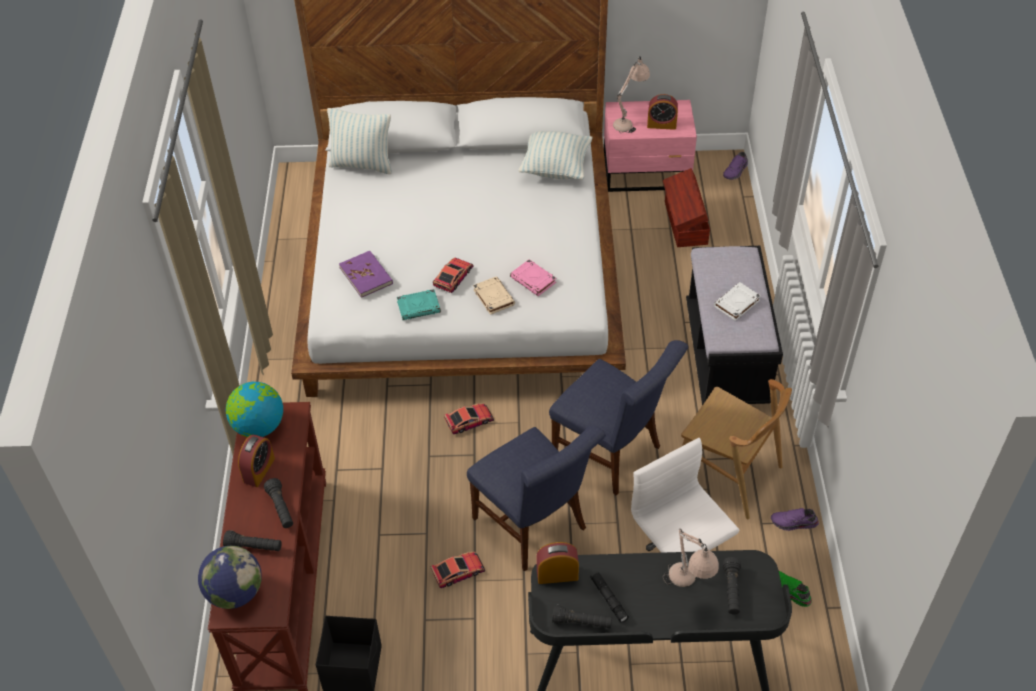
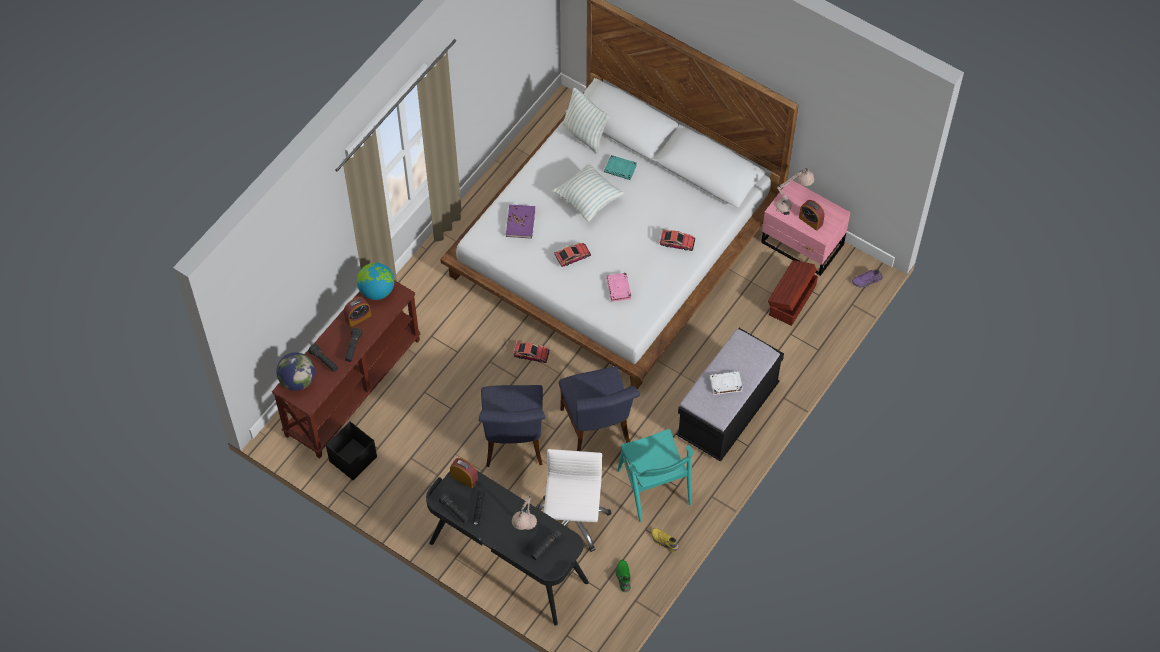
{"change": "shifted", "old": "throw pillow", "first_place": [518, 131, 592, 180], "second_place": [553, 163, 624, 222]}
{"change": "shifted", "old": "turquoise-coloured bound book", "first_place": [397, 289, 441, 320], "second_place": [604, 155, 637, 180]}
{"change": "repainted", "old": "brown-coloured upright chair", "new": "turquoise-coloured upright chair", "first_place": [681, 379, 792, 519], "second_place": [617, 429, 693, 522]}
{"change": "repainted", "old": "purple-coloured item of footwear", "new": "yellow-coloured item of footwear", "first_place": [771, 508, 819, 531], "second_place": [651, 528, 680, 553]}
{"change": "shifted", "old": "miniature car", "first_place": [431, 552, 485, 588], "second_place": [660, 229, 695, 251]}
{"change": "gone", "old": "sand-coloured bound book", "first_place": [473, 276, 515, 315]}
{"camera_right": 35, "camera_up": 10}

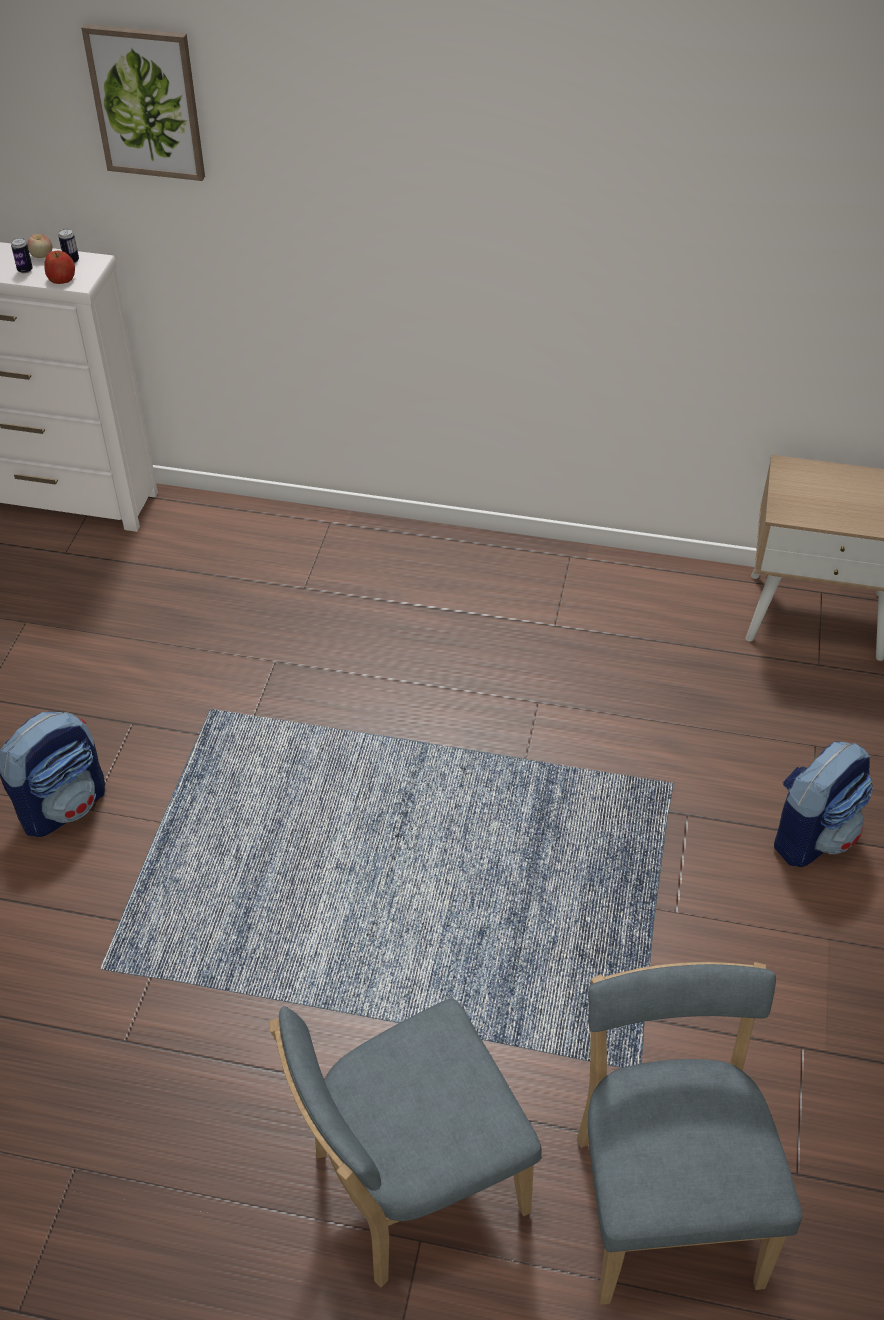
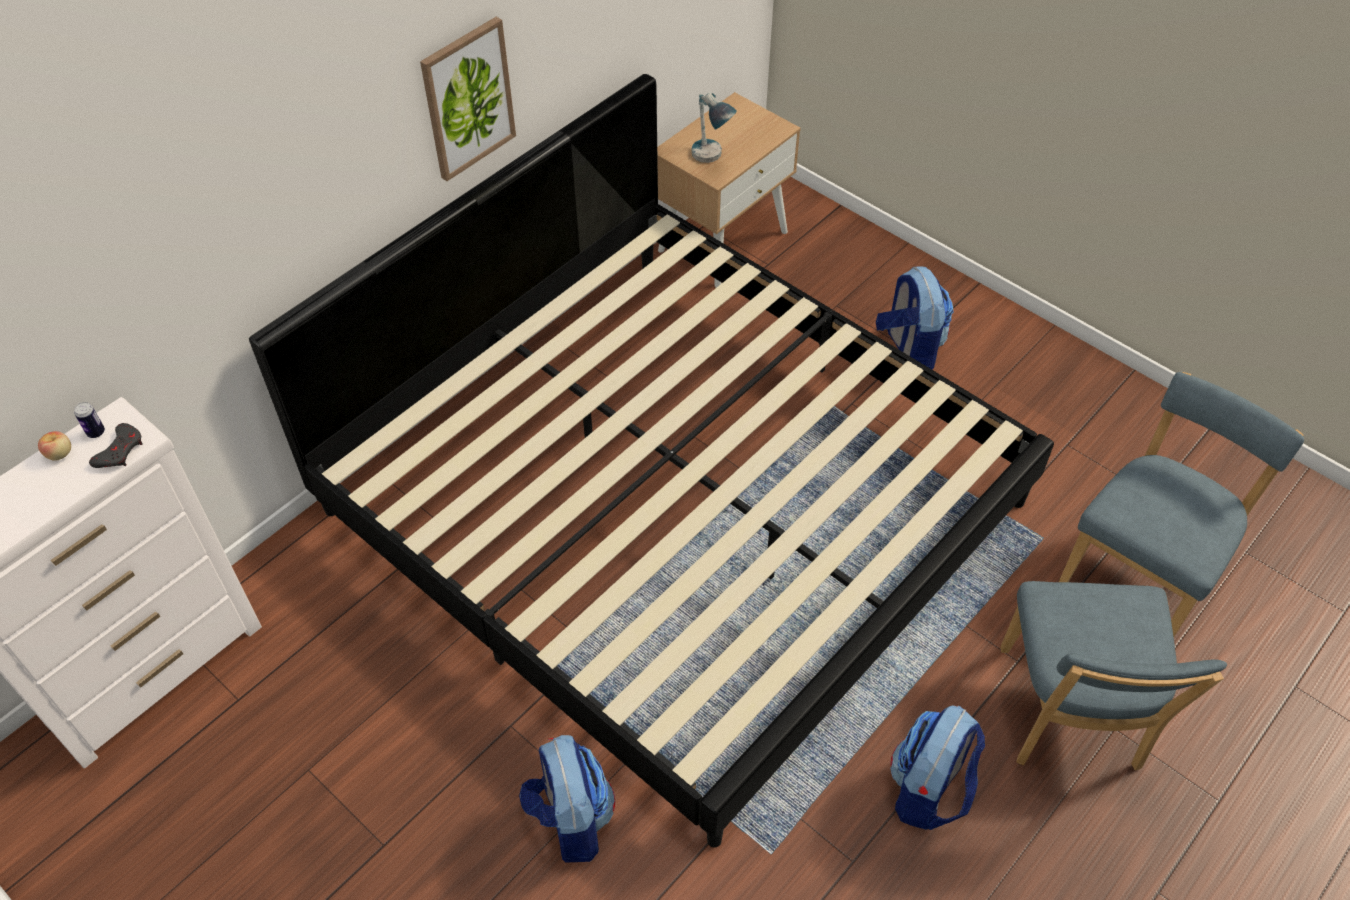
{"change": "swapped", "old": "apple", "new": "gray game controller", "first_place": [44, 251, 75, 284], "second_place": [89, 423, 143, 468]}
{"change": "new", "new": "sleeping bed", "second_place": [249, 74, 1054, 847]}
{"change": "shifted", "old": "wall picture", "first_place": [81, 24, 205, 181], "second_place": [420, 17, 516, 181]}
{"change": "new", "new": "tabletop lamp", "second_place": [691, 93, 737, 163]}
{"change": "new", "new": "knapsack", "second_place": [890, 706, 985, 830]}
{"change": "rotated", "old": "bluish upright chair", "first_place": [577, 962, 802, 1305], "second_place": [1059, 372, 1304, 636], "degrees": 105}
{"change": "gone", "old": "metal can", "first_place": [11, 238, 33, 273]}
{"camera_right": -60, "camera_up": 5}

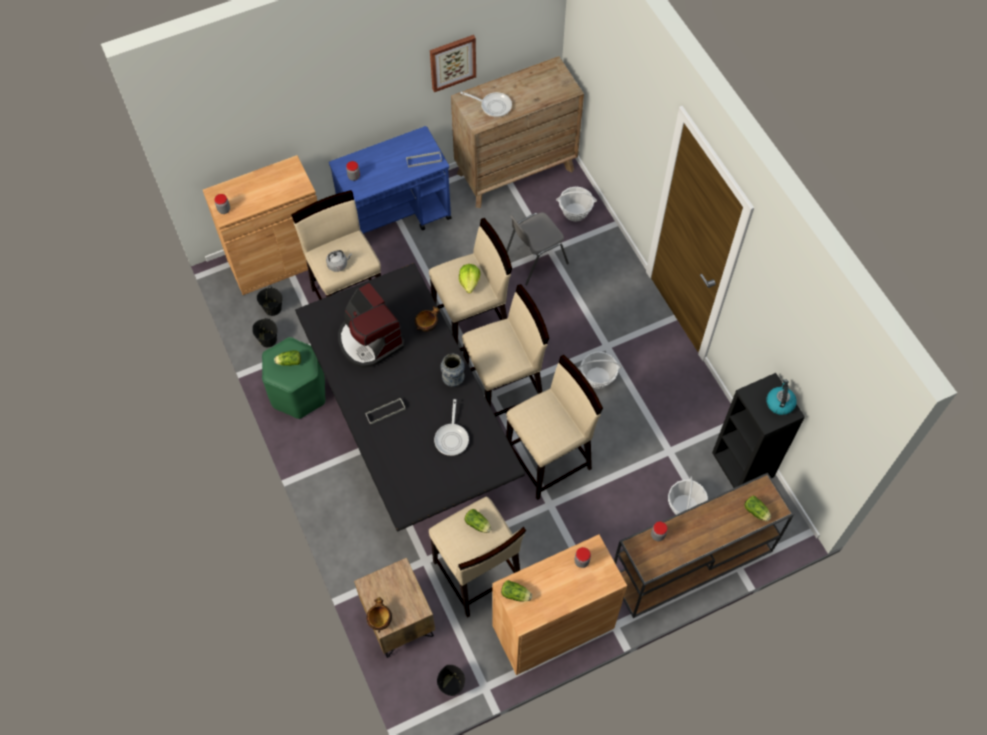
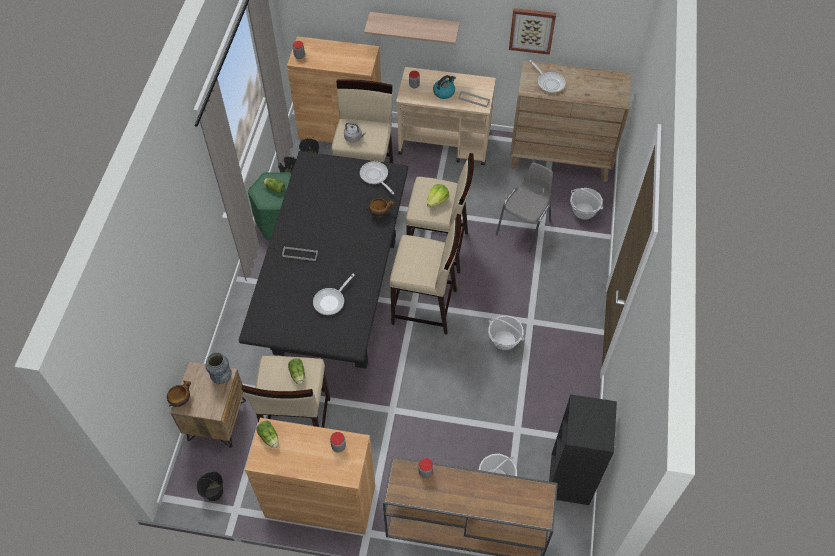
{"change": "shifted", "old": "vase", "first_place": [441, 354, 465, 387], "second_place": [205, 352, 232, 384]}
{"change": "new", "new": "frying pan", "second_place": [360, 161, 394, 194]}
{"change": "new", "new": "bracket shelf", "second_place": [364, 12, 460, 44]}
{"change": "repainted", "old": "bluish trolley", "new": "sand-coloured trolley", "first_place": [329, 126, 452, 234], "second_place": [396, 67, 496, 165]}
{"change": "shifted", "old": "tea kettle", "first_place": [766, 379, 797, 415], "second_place": [433, 75, 456, 99]}
{"change": "rotated", "old": "gray upright chair", "first_place": [506, 212, 569, 285], "second_place": [496, 162, 553, 252], "degrees": 120}
{"change": "gone", "old": "coffee maker", "first_place": [338, 283, 405, 368]}
{"change": "gone", "old": "sand-coloured sitting stool", "first_place": [506, 355, 603, 500]}
{"change": "gone", "old": "lettuce", "first_place": [744, 496, 771, 521]}
{"camera_right": 35, "camera_up": -5}

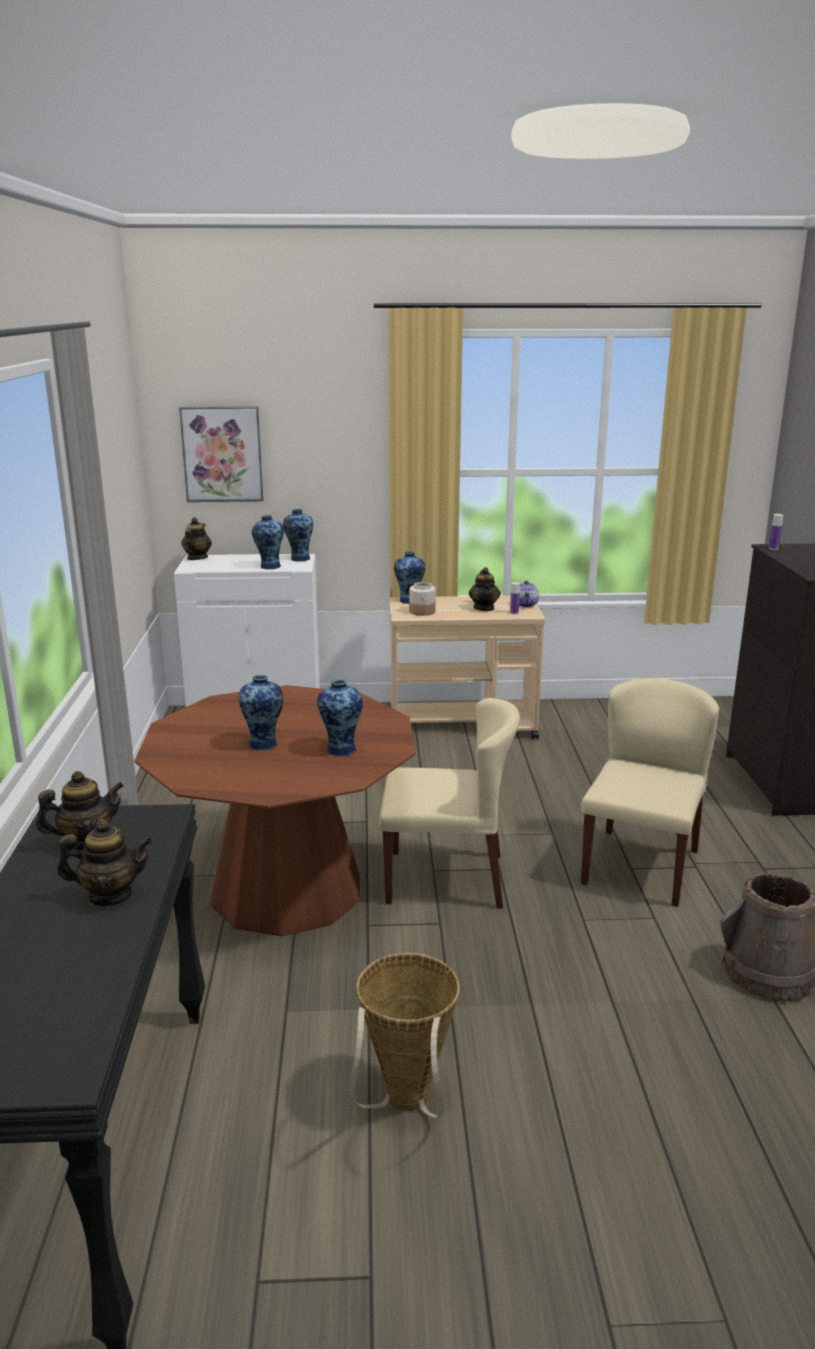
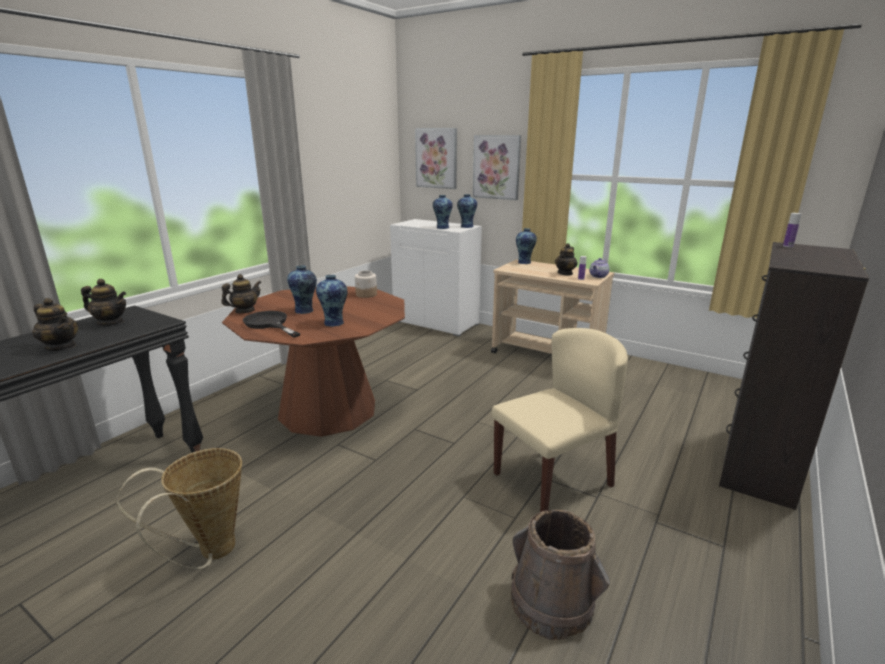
{"change": "shifted", "old": "pot for tea", "first_place": [181, 517, 212, 560], "second_place": [222, 274, 262, 313]}
{"change": "new", "new": "black frying pan", "second_place": [243, 311, 300, 338]}
{"change": "shifted", "old": "jar", "first_place": [409, 582, 436, 616], "second_place": [355, 271, 377, 298]}
{"change": "new", "new": "wall picture", "second_place": [473, 135, 521, 200]}
{"change": "gone", "old": "sand-coloured upright chair", "first_place": [379, 698, 520, 909]}
{"camera_right": 35, "camera_up": 0}

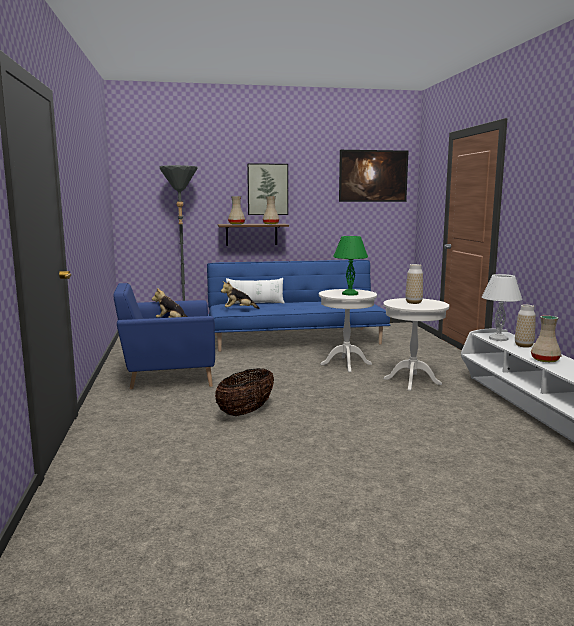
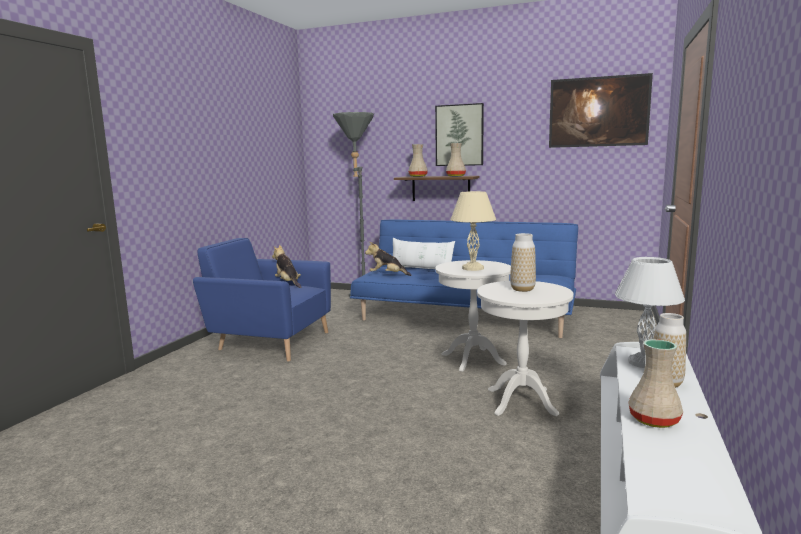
{"change": "repainted", "old": "green-coloured tabletop lamp", "new": "sand-coloured tabletop lamp", "first_place": [333, 236, 368, 296], "second_place": [450, 191, 496, 271]}
{"change": "gone", "old": "storage basket", "first_place": [215, 368, 274, 416]}
{"camera_right": 30, "camera_up": 0}

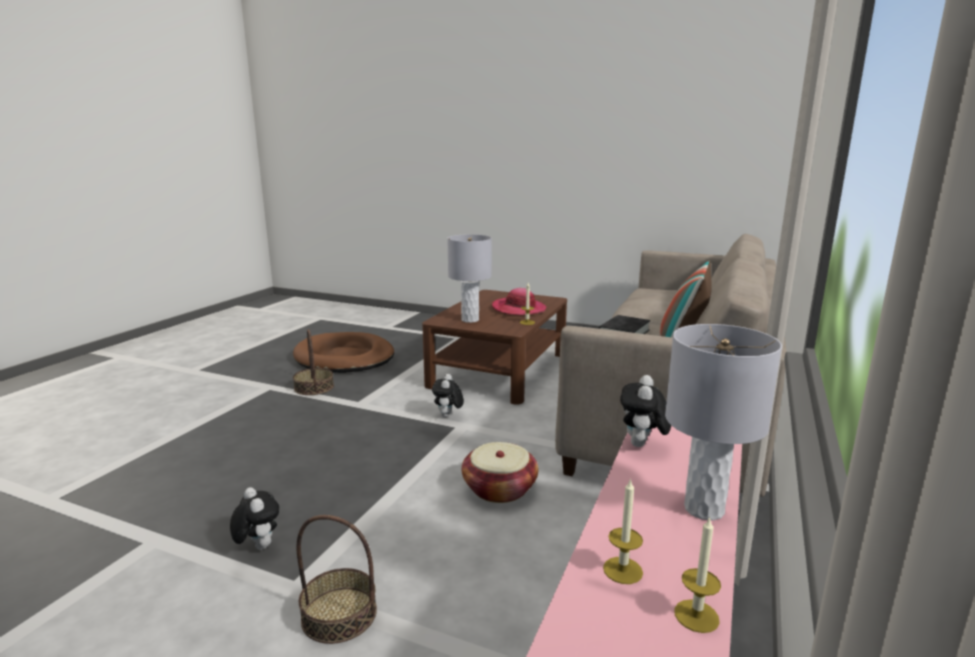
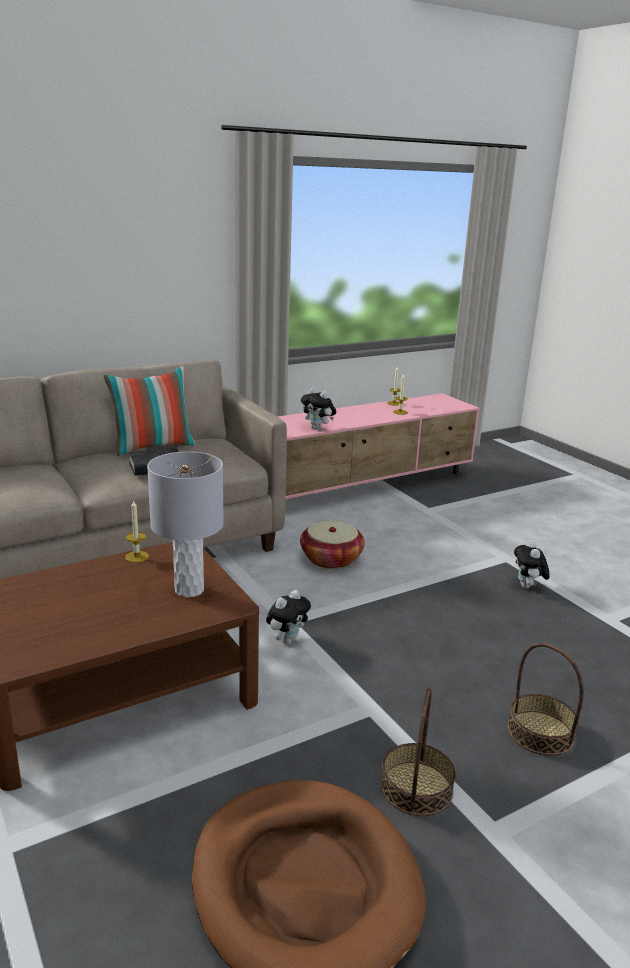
{"change": "rotated", "old": "plush toy", "first_place": [620, 375, 671, 447], "second_place": [301, 388, 336, 430], "degrees": 75}
{"change": "shifted", "old": "storage basket", "first_place": [296, 515, 377, 644], "second_place": [508, 643, 584, 756]}
{"change": "gone", "old": "wearable hat", "first_place": [492, 288, 546, 315]}
{"change": "gone", "old": "gray tabletop lamp", "first_place": [665, 324, 782, 521]}
{"camera_right": -145, "camera_up": 5}

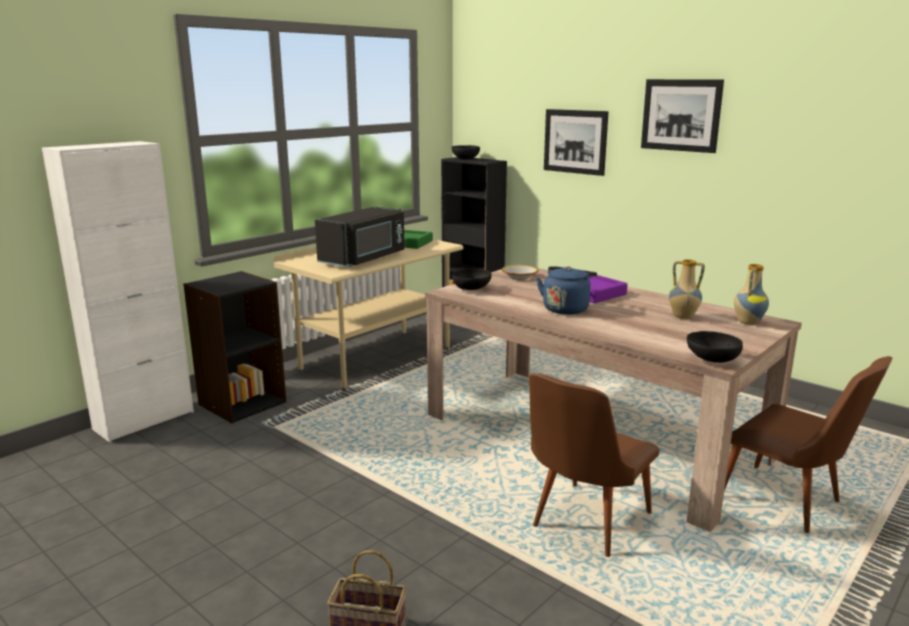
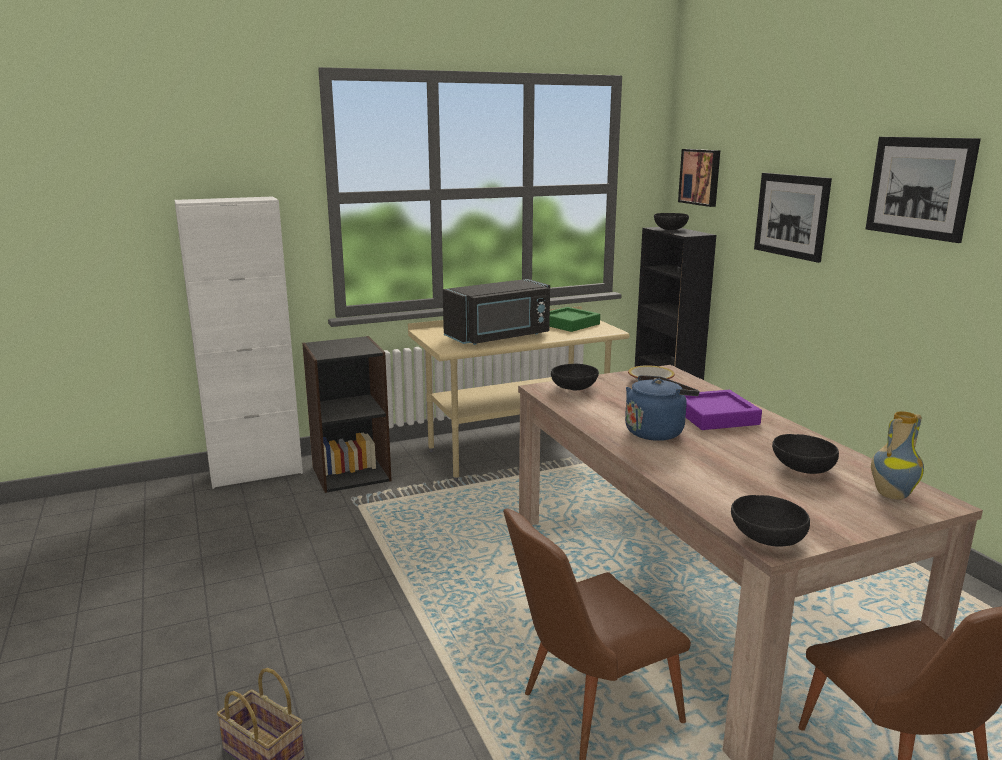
{"change": "new", "new": "wall picture", "second_place": [678, 149, 720, 207]}
{"change": "swapped", "old": "vase", "new": "black deep dish", "first_place": [669, 259, 705, 319], "second_place": [772, 434, 839, 474]}
{"camera_right": 25, "camera_up": 0}

